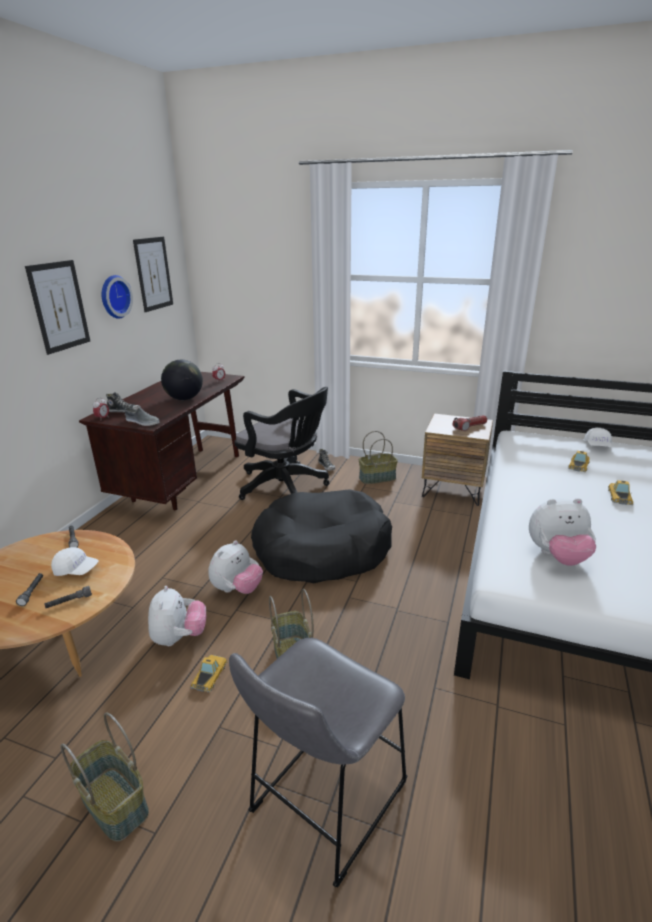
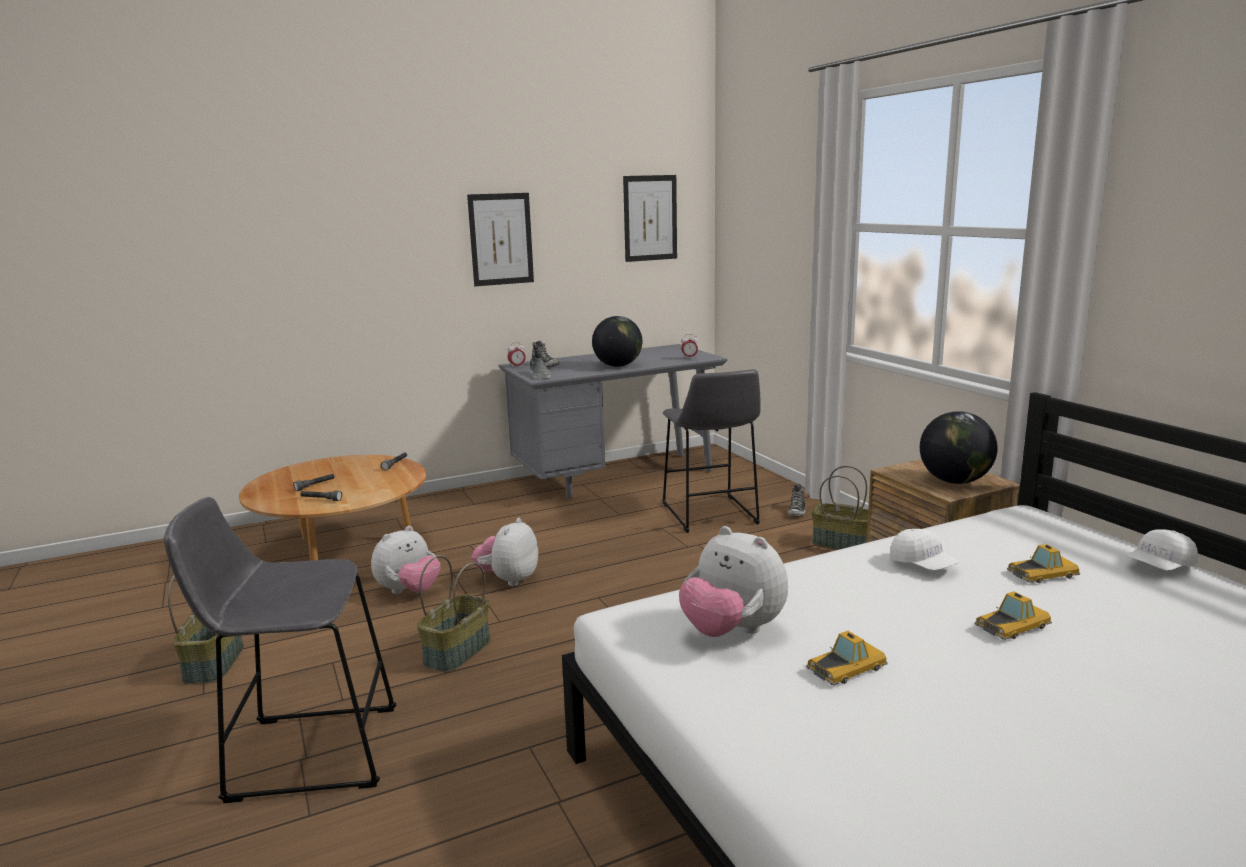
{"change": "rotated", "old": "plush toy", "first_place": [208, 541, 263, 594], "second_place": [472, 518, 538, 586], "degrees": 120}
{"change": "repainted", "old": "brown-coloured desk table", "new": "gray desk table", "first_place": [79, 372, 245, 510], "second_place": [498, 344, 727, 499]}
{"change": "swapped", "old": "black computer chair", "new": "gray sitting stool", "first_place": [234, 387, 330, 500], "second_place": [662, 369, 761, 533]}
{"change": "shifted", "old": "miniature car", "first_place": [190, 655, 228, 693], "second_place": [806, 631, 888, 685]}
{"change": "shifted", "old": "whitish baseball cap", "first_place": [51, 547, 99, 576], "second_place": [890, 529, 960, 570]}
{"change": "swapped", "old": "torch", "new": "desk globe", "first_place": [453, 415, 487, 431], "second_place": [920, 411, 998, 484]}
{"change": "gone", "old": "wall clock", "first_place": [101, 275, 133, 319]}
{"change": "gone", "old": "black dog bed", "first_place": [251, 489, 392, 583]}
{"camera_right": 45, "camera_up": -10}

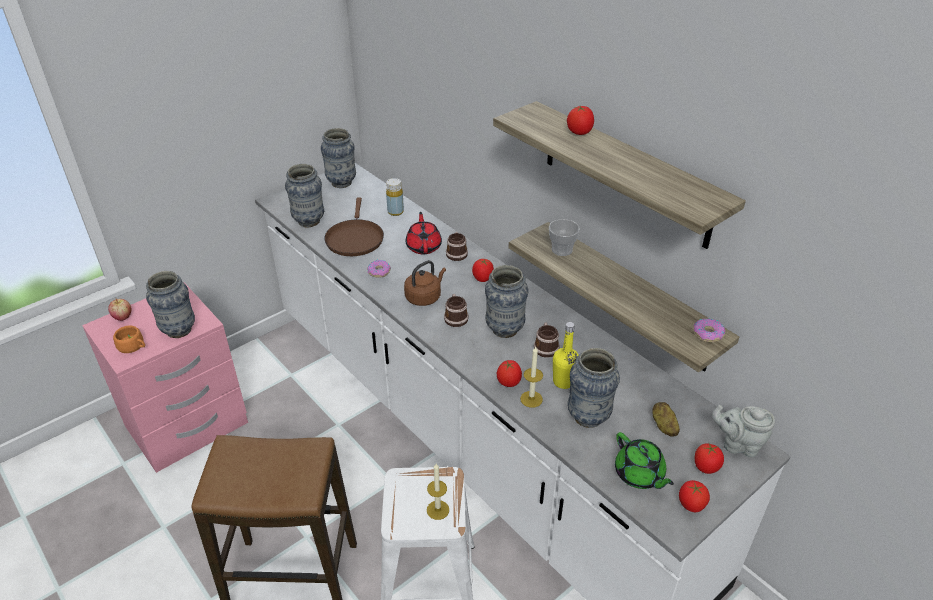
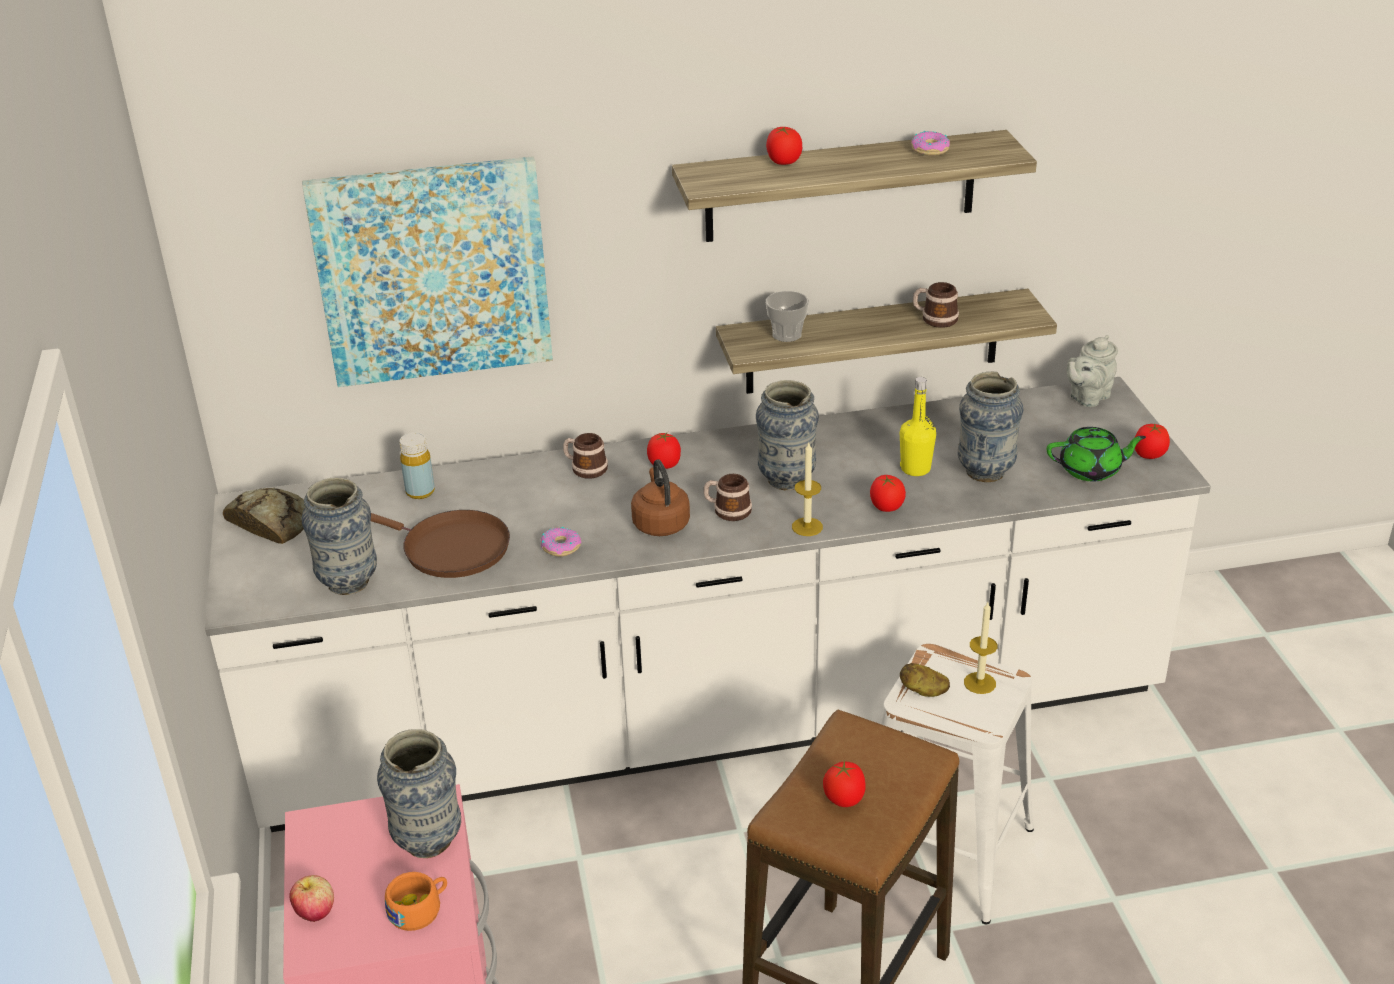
{"change": "swapped", "old": "vase", "new": "baked bread", "first_place": [321, 128, 356, 188], "second_place": [223, 488, 306, 544]}
{"change": "new", "new": "wall picture", "second_place": [302, 156, 553, 387]}
{"change": "shifted", "old": "candle", "first_place": [520, 346, 543, 408], "second_place": [792, 443, 823, 536]}
{"change": "shifted", "old": "whole tomato", "first_place": [695, 443, 724, 474], "second_place": [823, 760, 866, 807]}
{"change": "shifted", "old": "potato", "first_place": [652, 402, 680, 437], "second_place": [900, 663, 950, 697]}
{"change": "shifted", "old": "ring doughnut", "first_place": [693, 318, 725, 342], "second_place": [911, 131, 950, 156]}
{"change": "shifted", "old": "tea mug", "first_place": [534, 322, 560, 358], "second_place": [913, 282, 959, 328]}
{"change": "gone", "old": "red pot for tea", "first_place": [406, 212, 442, 254]}
{"camera_right": -60, "camera_up": -5}

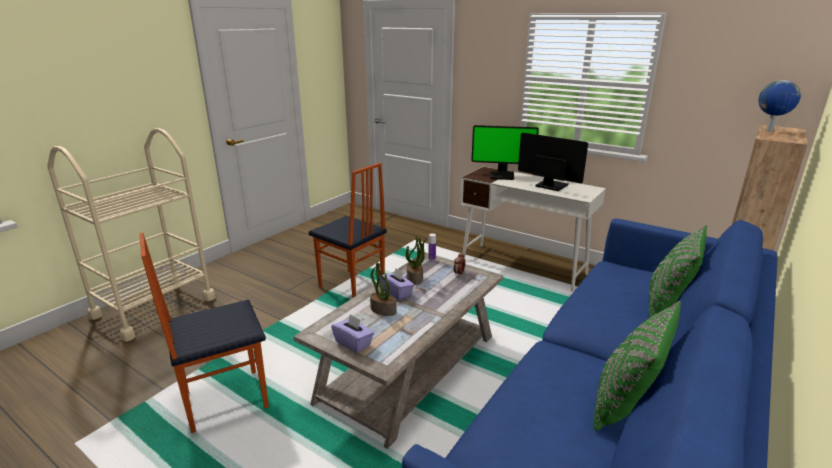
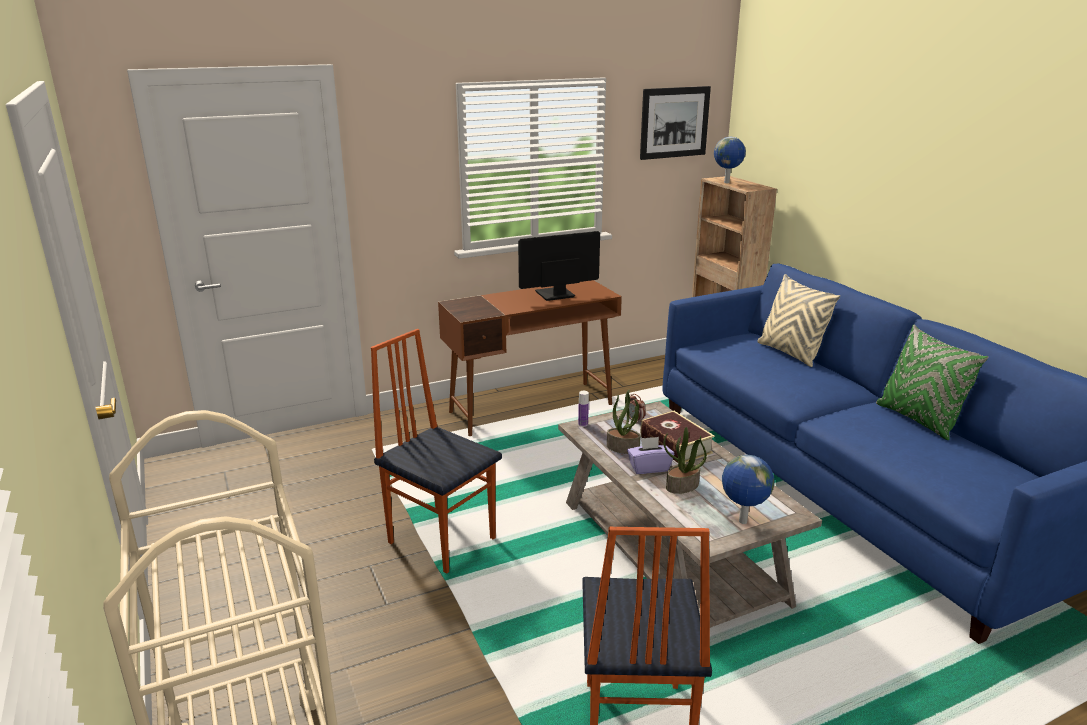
{"change": "rotated", "old": "upright chair", "first_place": [309, 163, 387, 298], "second_place": [371, 329, 502, 574], "degrees": -120}
{"change": "repainted", "old": "whitish desk table", "new": "brown-coloured desk table", "first_place": [460, 167, 606, 292], "second_place": [438, 280, 622, 436]}
{"change": "new", "new": "wall picture", "second_place": [640, 86, 711, 160]}
{"change": "new", "new": "bound book", "second_place": [640, 411, 715, 463]}
{"change": "swapped", "old": "purple-coloured tissue holder", "new": "desk globe", "first_place": [331, 314, 374, 353], "second_place": [722, 455, 774, 524]}
{"change": "repainted", "old": "green-coloured throw pillow", "new": "sand-coloured throw pillow", "first_place": [649, 225, 707, 317], "second_place": [757, 274, 840, 367]}
{"change": "gone", "old": "computer display", "first_place": [471, 125, 539, 180]}
{"camera_right": -60, "camera_up": 0}

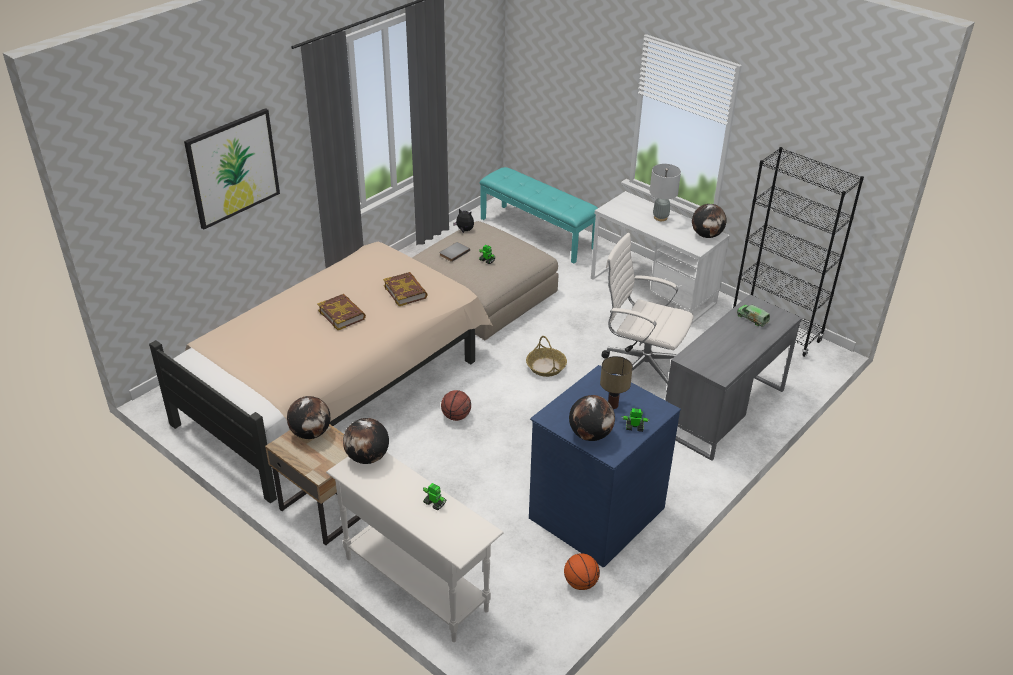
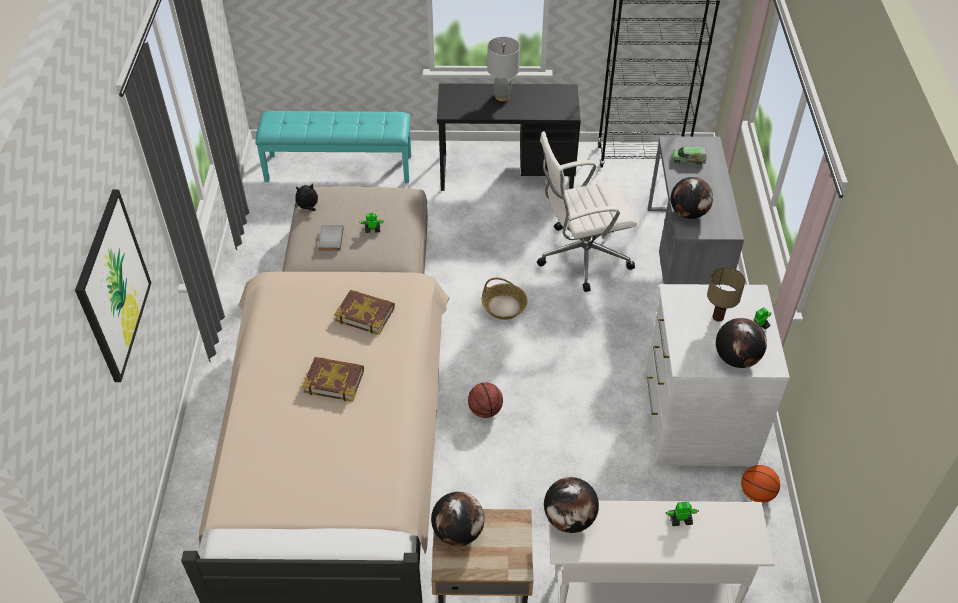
{"change": "repainted", "old": "whitish desk table", "new": "black desk table", "first_place": [591, 191, 730, 323], "second_place": [437, 83, 581, 191]}
{"change": "repainted", "old": "bluish drawer chest", "new": "whitish drawer chest", "first_place": [529, 365, 681, 567], "second_place": [644, 284, 790, 467]}
{"change": "shifted", "old": "desk globe", "first_place": [692, 204, 727, 238], "second_place": [671, 177, 713, 219]}
{"camera_right": -40, "camera_up": 10}

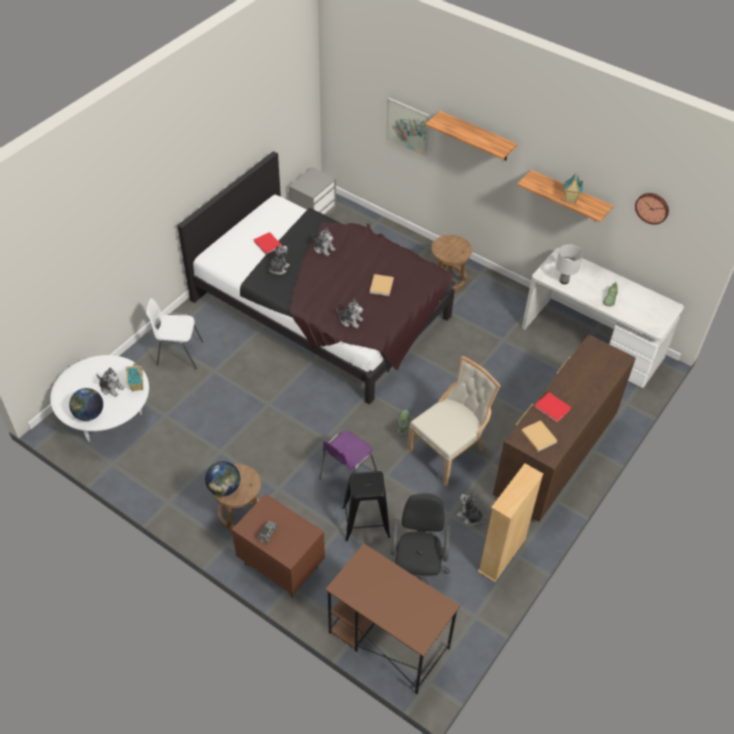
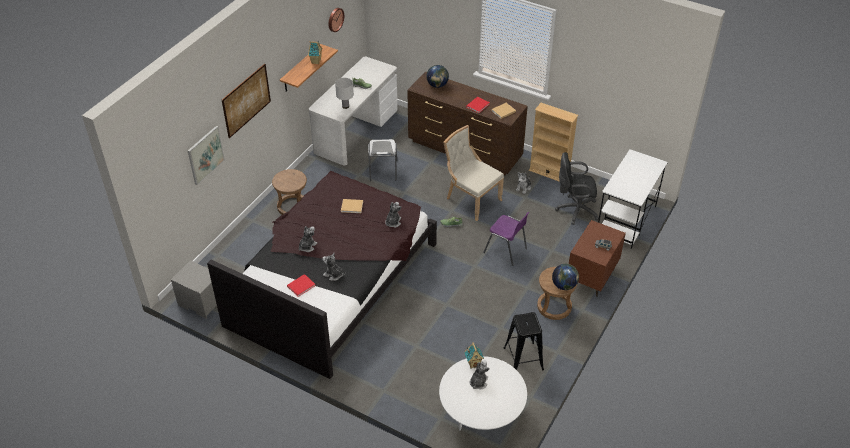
{"change": "swapped", "old": "bracket shelf", "new": "wall picture", "first_place": [425, 111, 517, 160], "second_place": [222, 64, 271, 138]}
{"change": "shifted", "old": "whitish upright chair", "first_place": [146, 298, 203, 369], "second_place": [368, 139, 397, 181]}
{"change": "shifted", "old": "desk globe", "first_place": [69, 388, 103, 421], "second_place": [426, 65, 449, 88]}
{"change": "shifted", "old": "black sitting stool", "first_place": [342, 471, 390, 541], "second_place": [504, 312, 544, 370]}
{"change": "repainted", "old": "brown-coloured desk table", "new": "whitish desk table", "first_place": [325, 543, 460, 694], "second_place": [598, 149, 668, 249]}
{"camera_right": -95, "camera_up": -5}

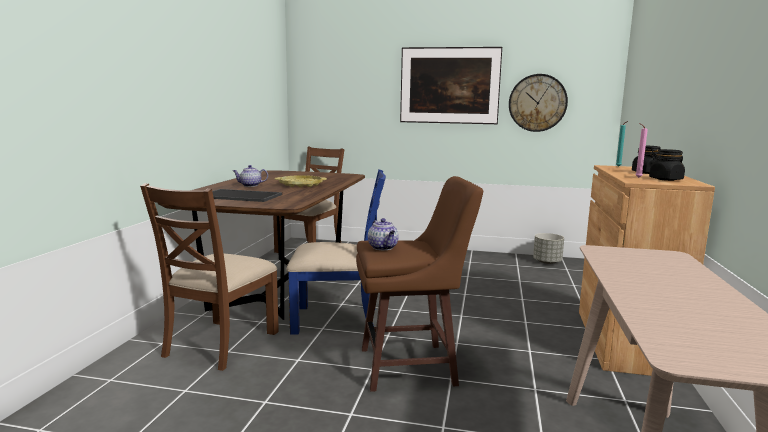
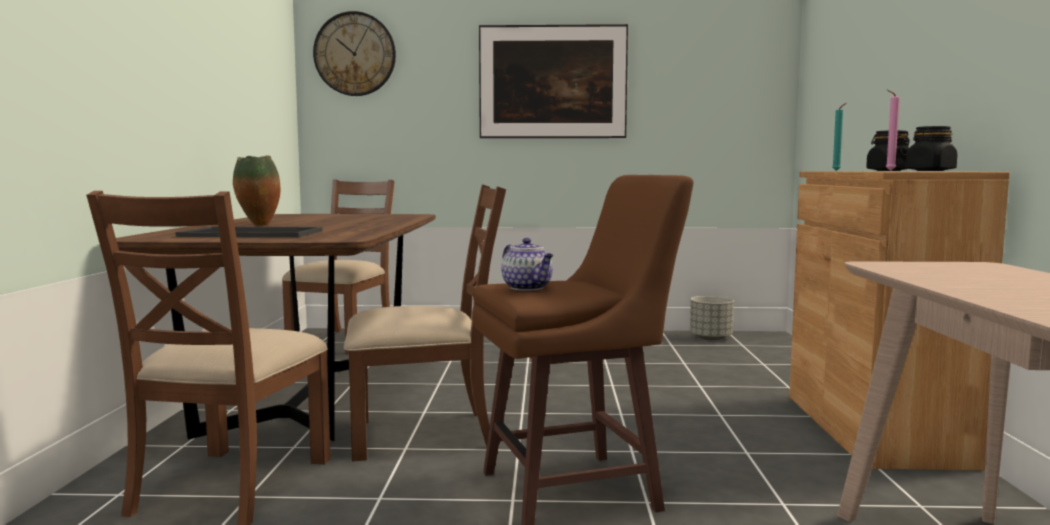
{"change": "swapped", "old": "pot for tea", "new": "vase", "first_place": [233, 165, 268, 187], "second_place": [233, 156, 280, 226]}
{"change": "shifted", "old": "wall clock", "first_place": [509, 74, 568, 132], "second_place": [313, 11, 396, 96]}
{"change": "repainted", "old": "bluish upright chair", "new": "brown-coloured upright chair", "first_place": [286, 169, 386, 335], "second_place": [344, 184, 506, 462]}
{"change": "gone", "old": "yellow-coloured tray", "first_place": [275, 175, 327, 187]}
{"camera_right": -10, "camera_up": -5}

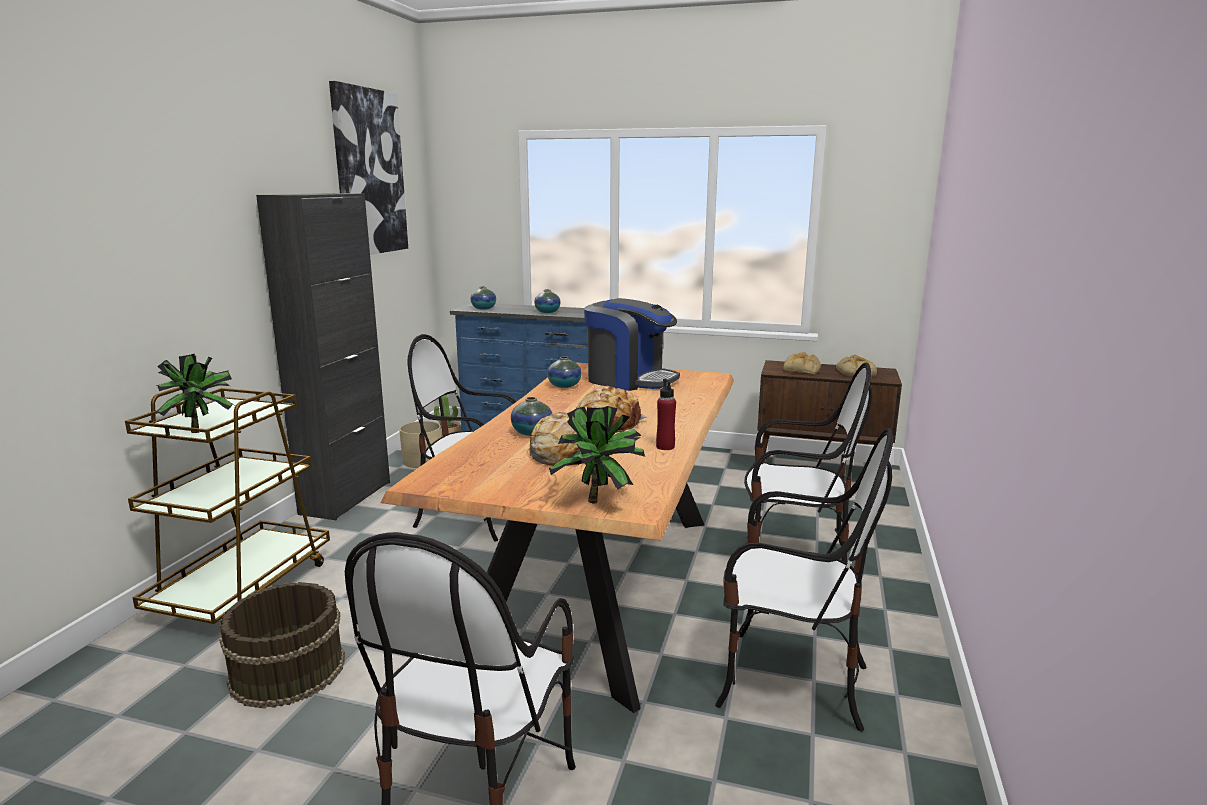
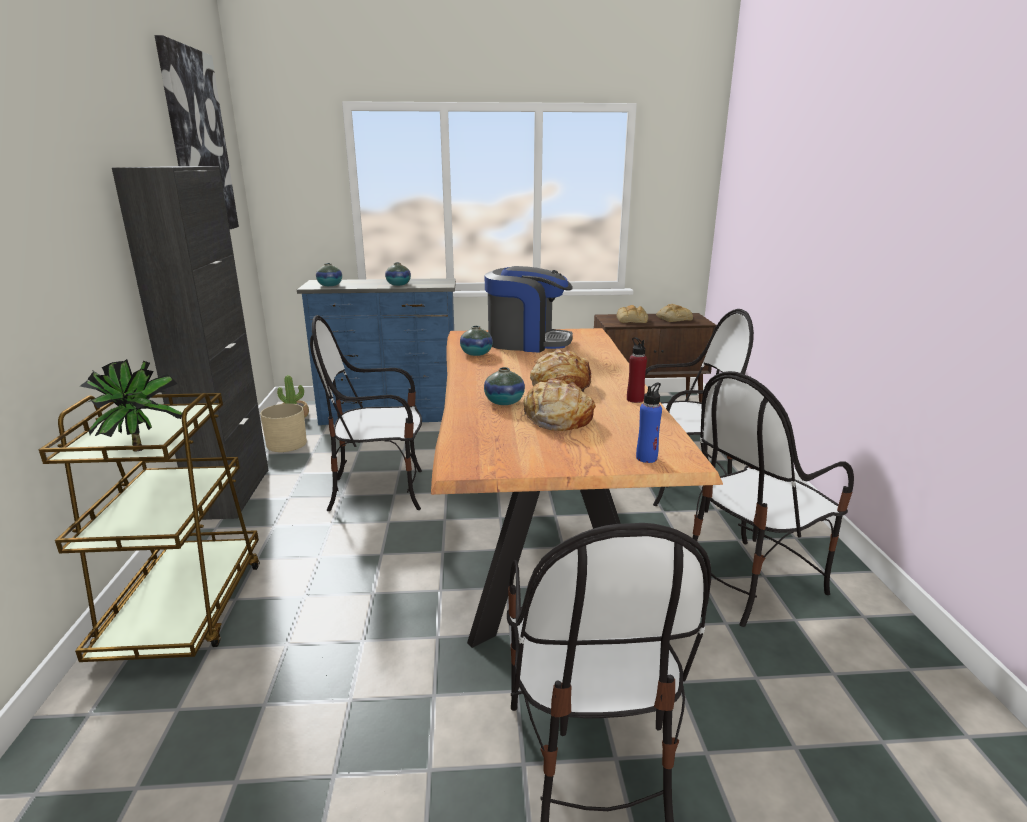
{"change": "swapped", "old": "potted plant", "new": "bluish bottle", "first_place": [549, 406, 645, 503], "second_place": [636, 382, 662, 463]}
{"change": "rotated", "old": "upright chair", "first_place": [715, 428, 893, 731], "second_place": [692, 371, 854, 627], "degrees": 150}
{"change": "gone", "old": "brown-coloured water bucket", "first_place": [219, 582, 345, 709]}
{"camera_right": -20, "camera_up": 5}

